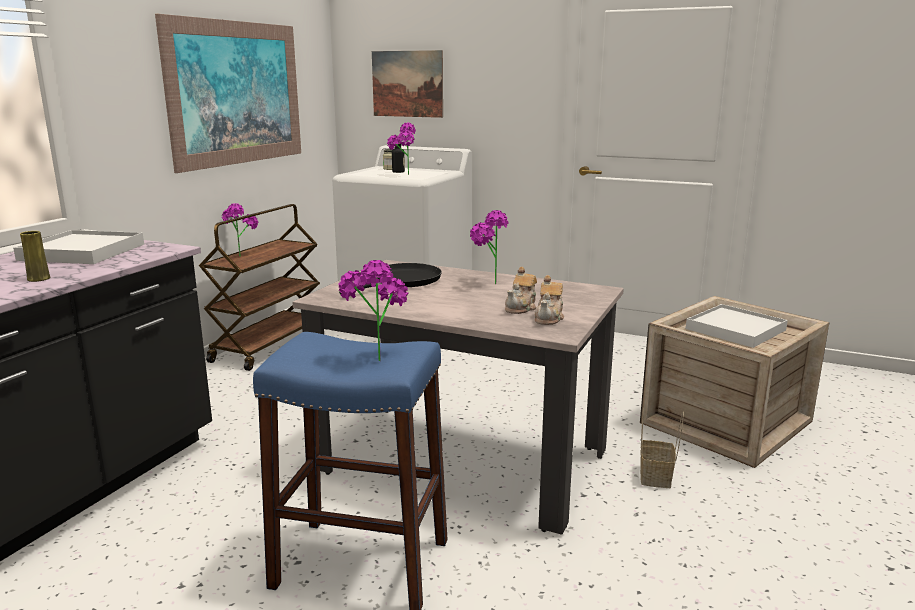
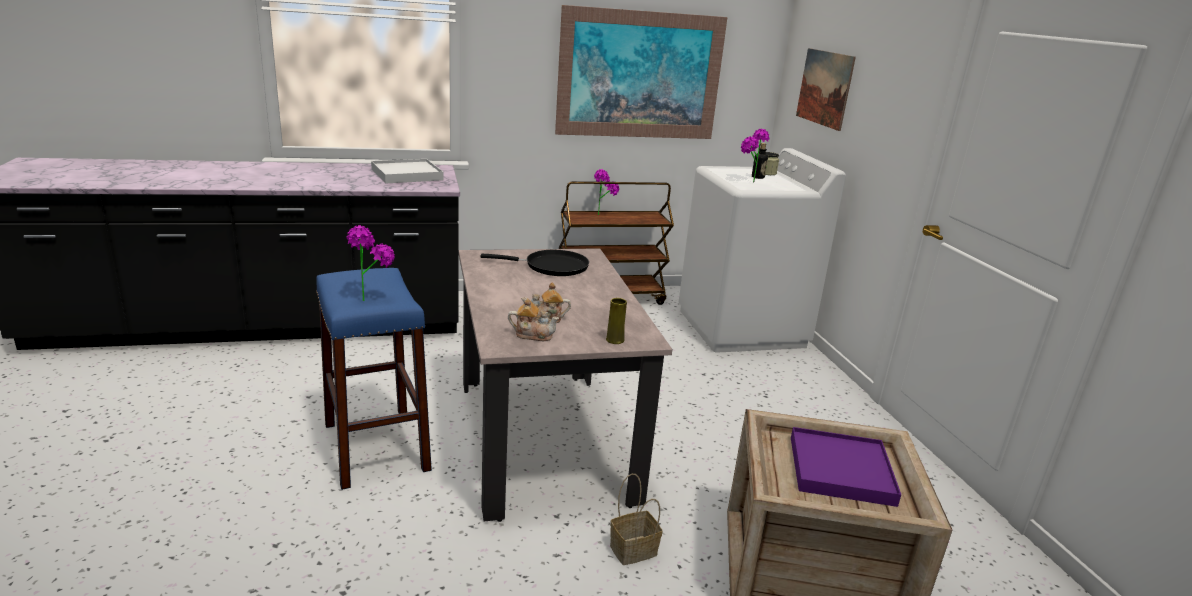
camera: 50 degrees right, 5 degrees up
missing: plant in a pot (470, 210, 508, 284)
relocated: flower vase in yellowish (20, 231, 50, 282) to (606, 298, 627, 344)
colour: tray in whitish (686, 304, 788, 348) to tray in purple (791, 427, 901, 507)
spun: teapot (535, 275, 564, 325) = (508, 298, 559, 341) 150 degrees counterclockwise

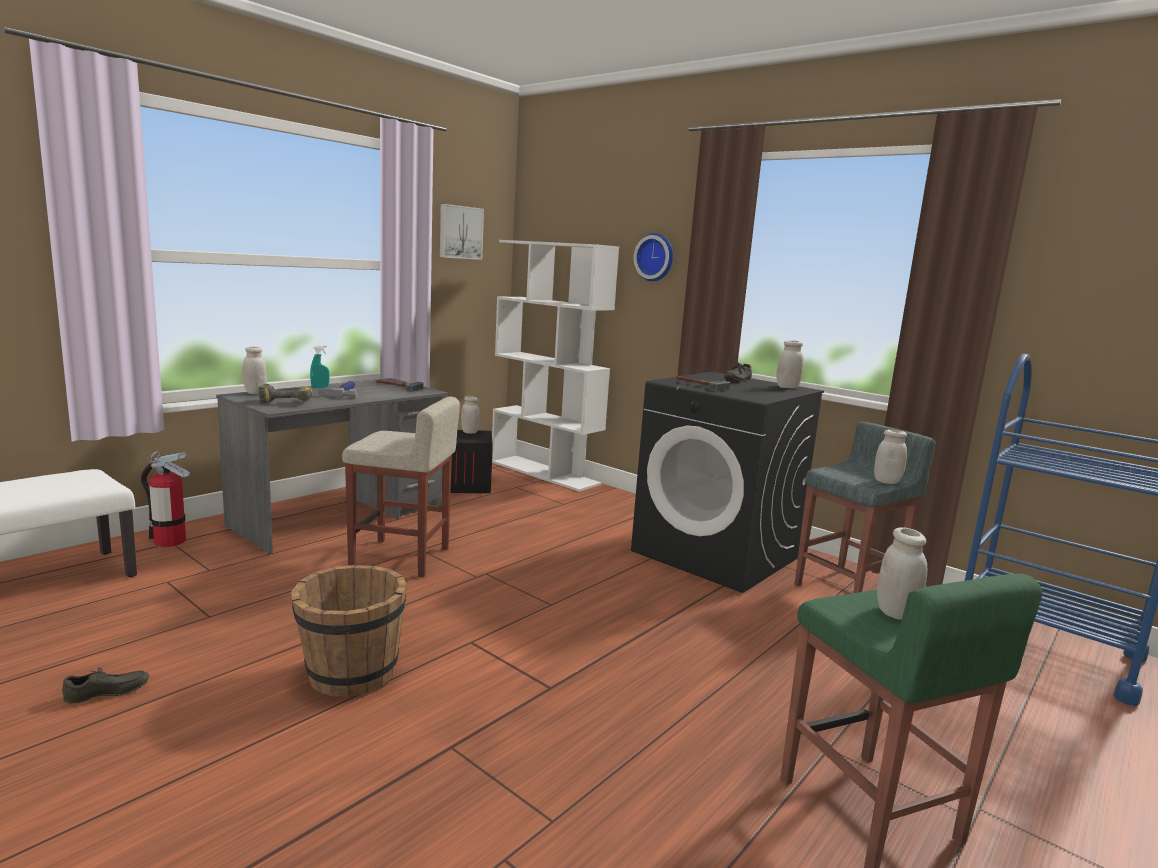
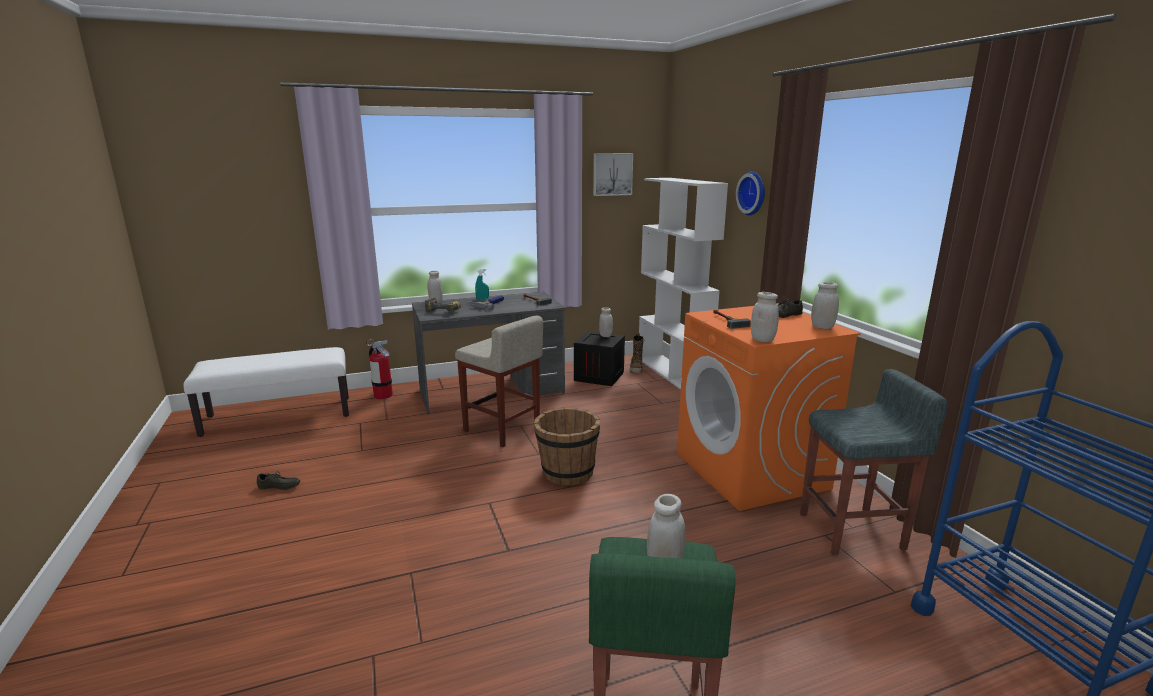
camera: 30 degrees right, 5 degrees up
appeared: tall boot (630, 333, 645, 373)
relocated: water bucket in brown (291, 565, 407, 697) to (534, 407, 600, 485); jar in whitish (874, 430, 907, 484) to (751, 292, 779, 342)
colour: laundry machine in black-coloured (631, 372, 824, 593) to laundry machine in orange-coloured (677, 303, 861, 511)

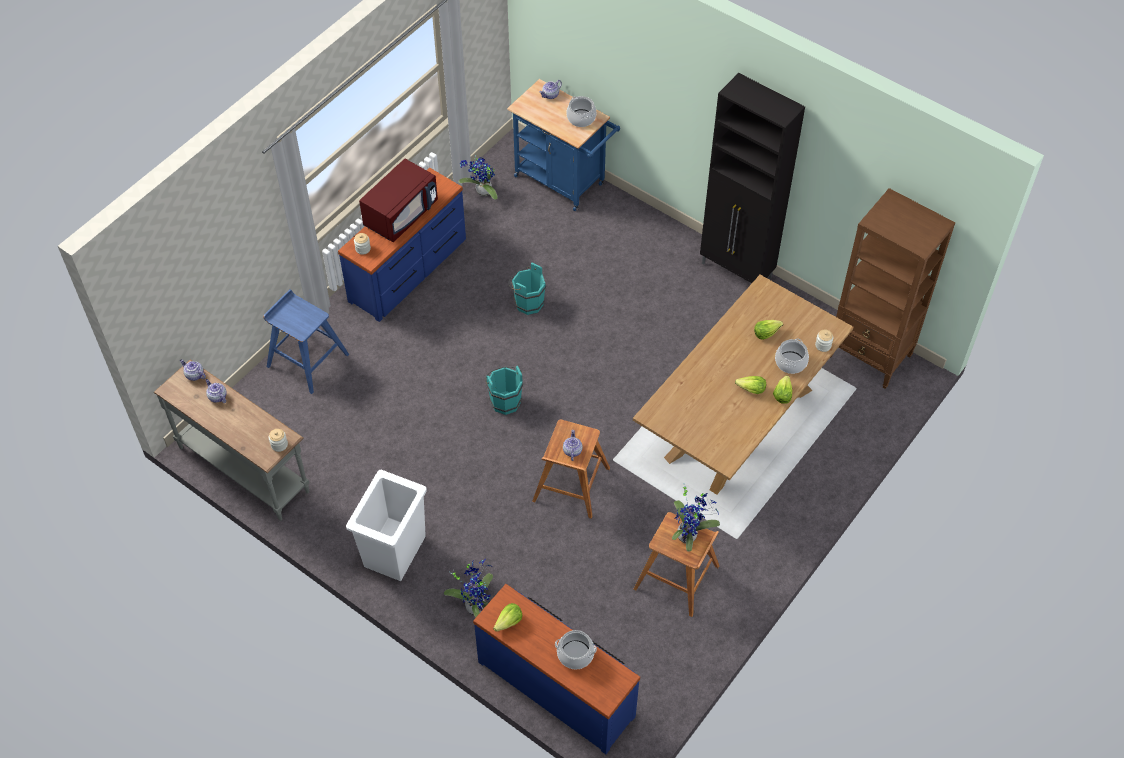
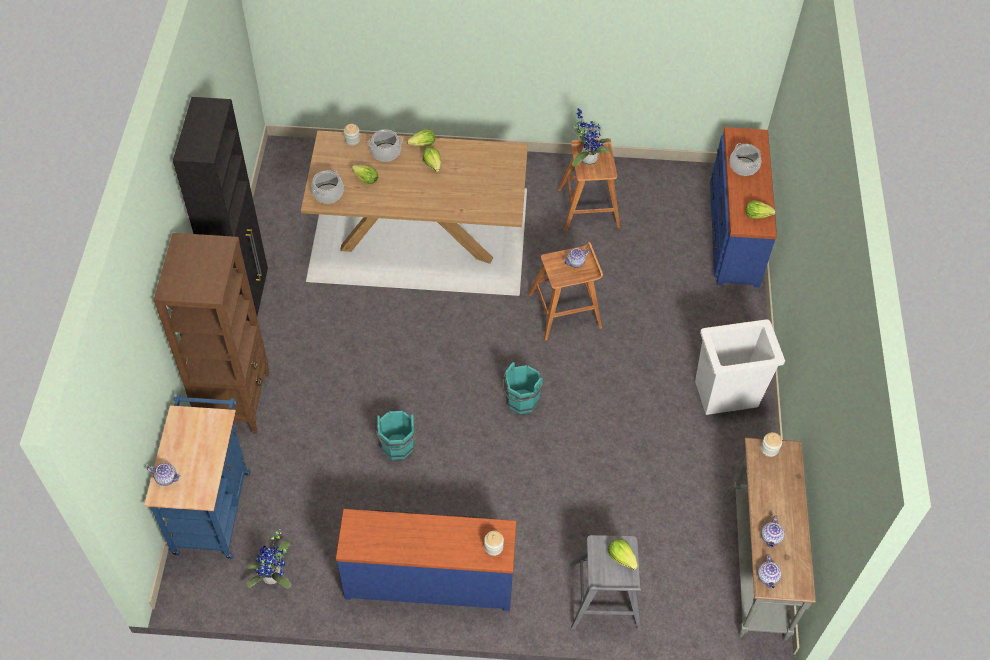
camera: 125 degrees left, 0 degrees up
missing: microwave in red-coloured (359, 159, 438, 242); plant in a pot (444, 559, 493, 617)
appeared: lettuce (608, 539, 638, 570)
relocated: cooking pot (566, 96, 596, 127) to (311, 170, 344, 204); shelving unit in brown (830, 188, 955, 389) to (154, 233, 269, 434)
colour: stool seat in blue-coloured (263, 289, 349, 394) to stool seat in greyish (570, 535, 642, 631)

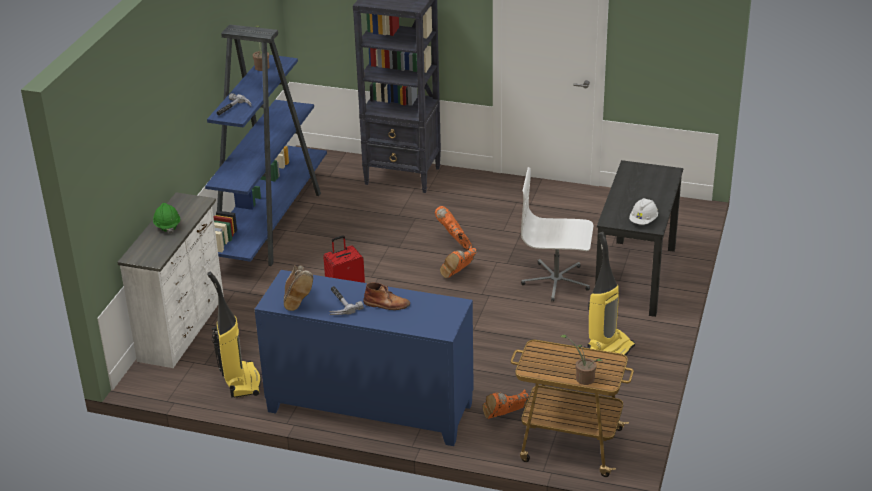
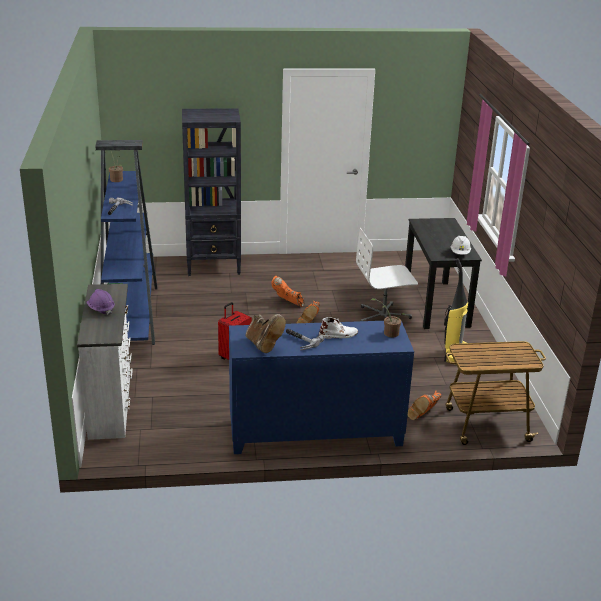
camera: 25 degrees left, 5 degrees down
missing: vacuum (207, 272, 261, 398)
relocated: plant in a pot (560, 335, 602, 385) to (371, 298, 407, 337)
colour: hard hat in green-coloured (153, 203, 180, 234) to hard hat in purple (87, 289, 115, 315); tall boot in brown (363, 282, 410, 310) to tall boot in whitish (319, 317, 358, 339)

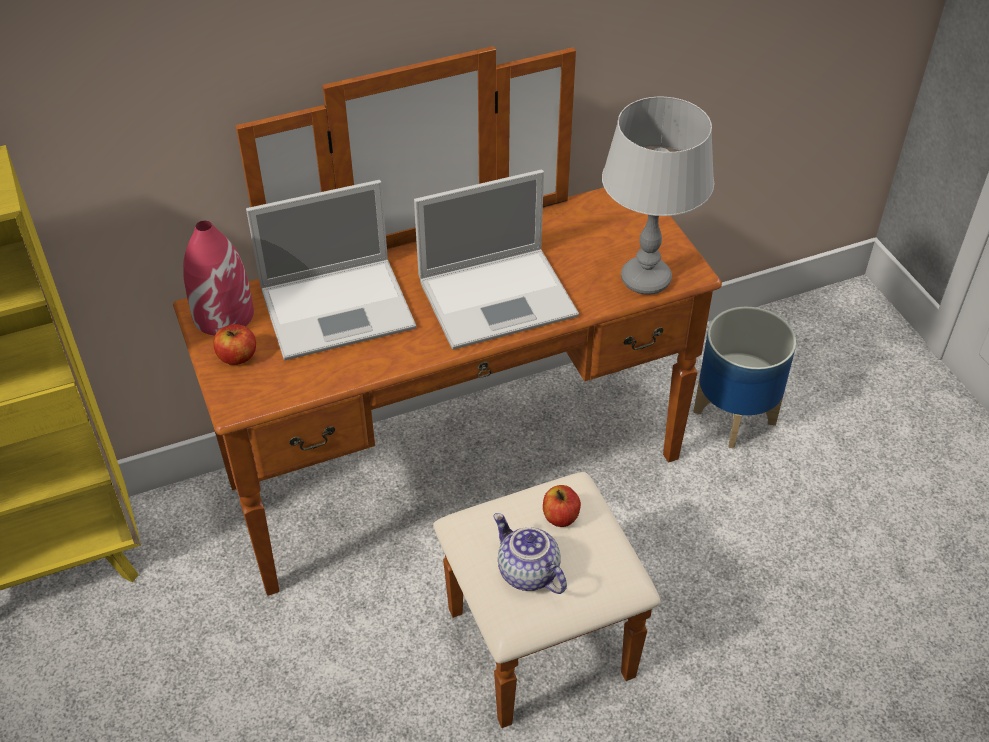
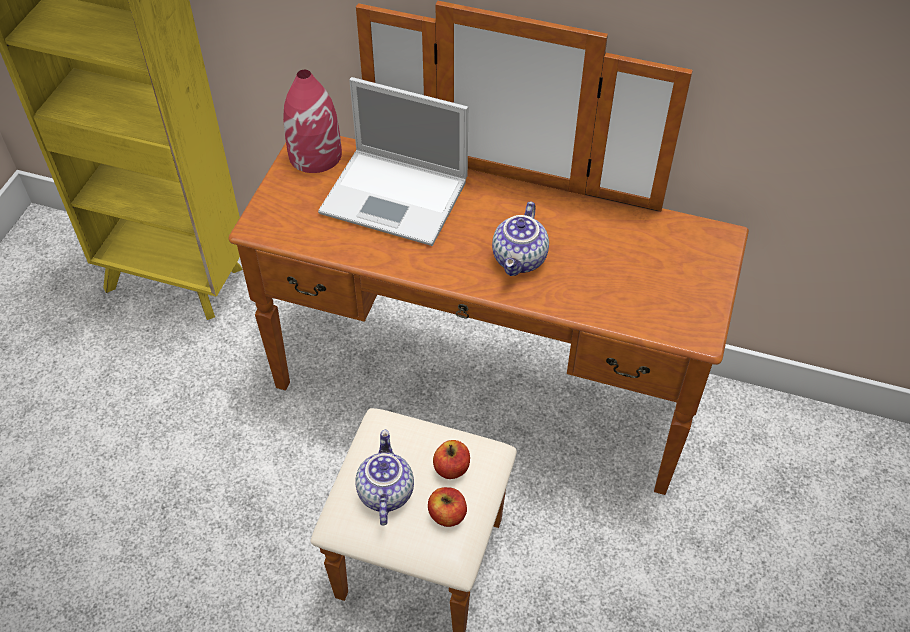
camera: 40 degrees right, 5 degrees up
missing: tabletop lamp in greyish (602, 97, 714, 295); planter (693, 307, 796, 449)
relocated: apple fruit (213, 324, 256, 365) to (428, 487, 467, 527)
exchanged: portable computer (414, 170, 579, 350) to teapot (492, 201, 549, 276)

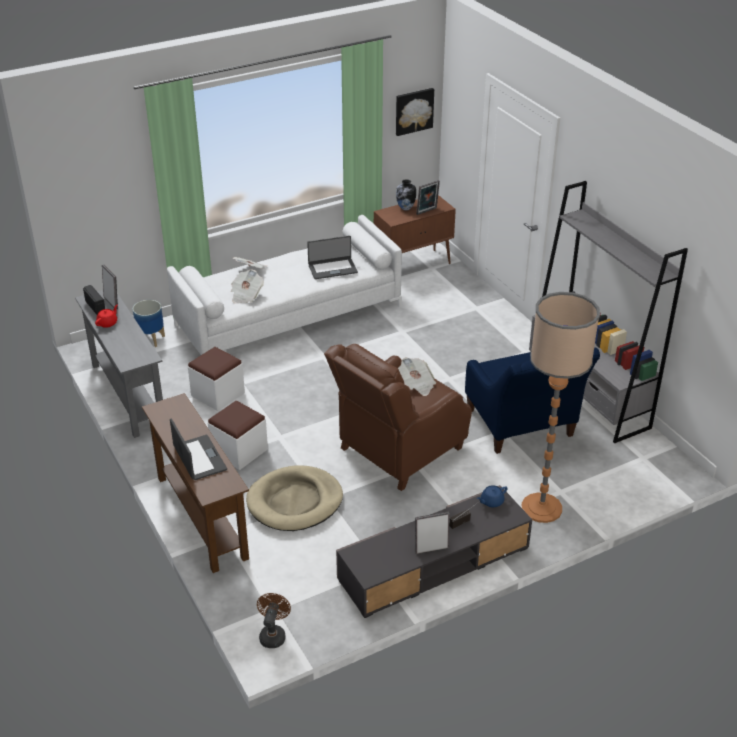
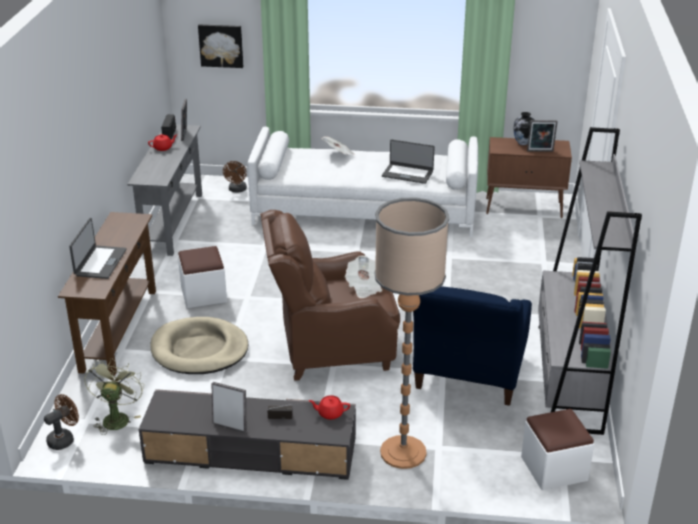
camera: 35 degrees right, 5 degrees down
missing: daily paper (231, 270, 264, 304)
appeared: fan in green-coloured (84, 358, 144, 435)
relocated: pouffe in whitish (188, 347, 245, 411) to (521, 409, 594, 490); wall picture (396, 88, 434, 136) to (198, 24, 243, 68)
exchanged: planter (133, 300, 165, 347) to fan in brown (223, 161, 247, 192)
colour: teapot in blue-coloured (477, 485, 508, 507) to teapot in red-coloured (309, 395, 350, 420)

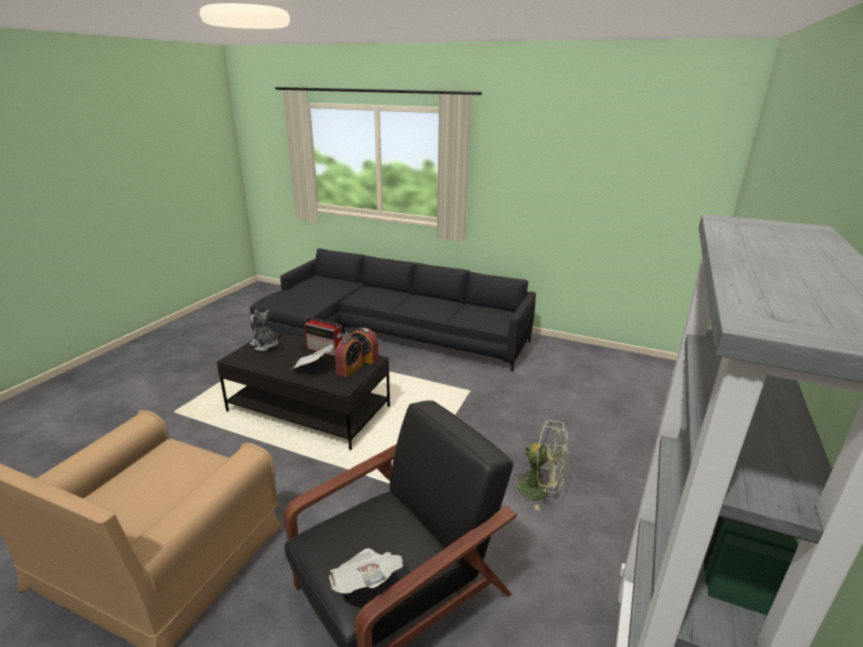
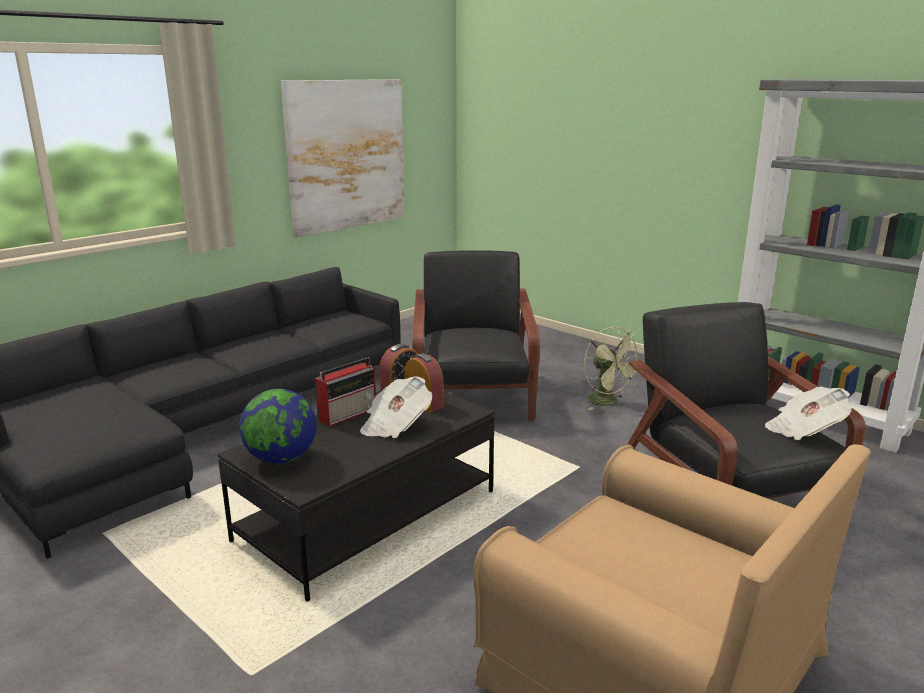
camera: 70 degrees left, 5 degrees down
appeared: wall picture (281, 79, 405, 238); easy chair in black-coloured (412, 250, 540, 421)
exchanged: soft toy (250, 309, 278, 351) to world globe (239, 389, 316, 464)
spun: fan in green-coloured (512, 420, 568, 510) = (584, 327, 644, 410) 105 degrees clockwise

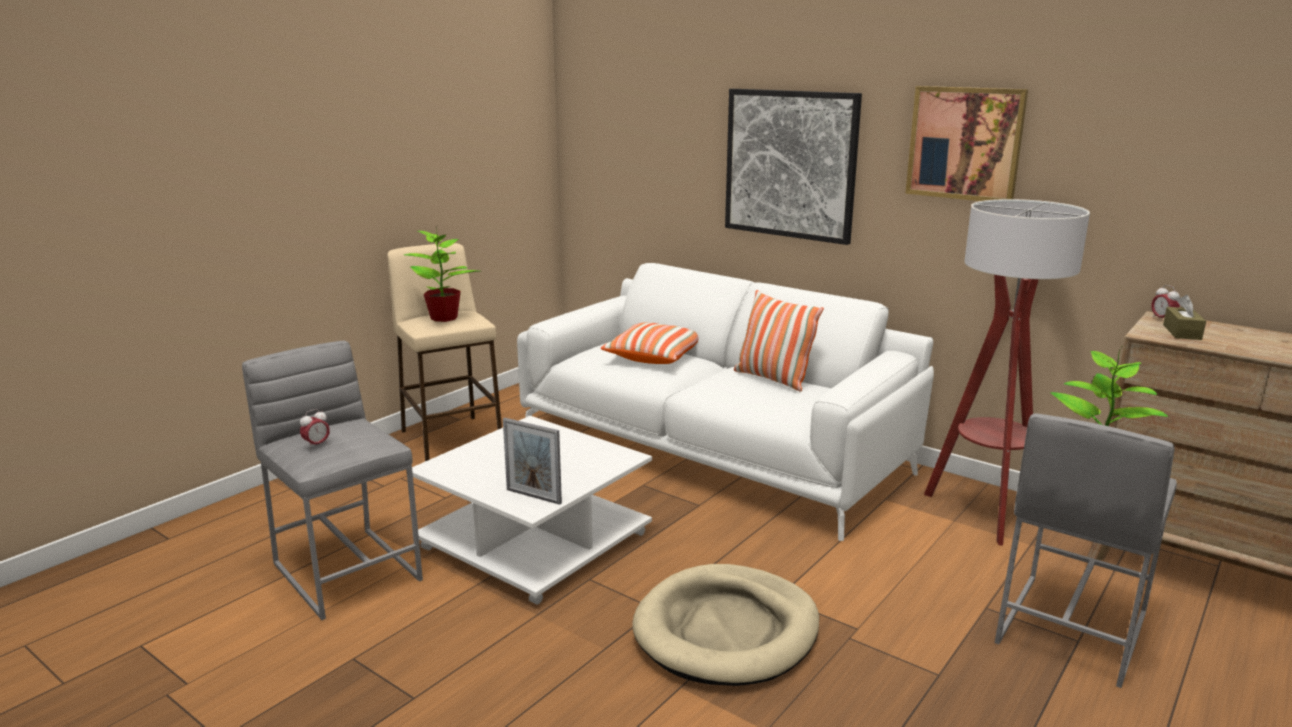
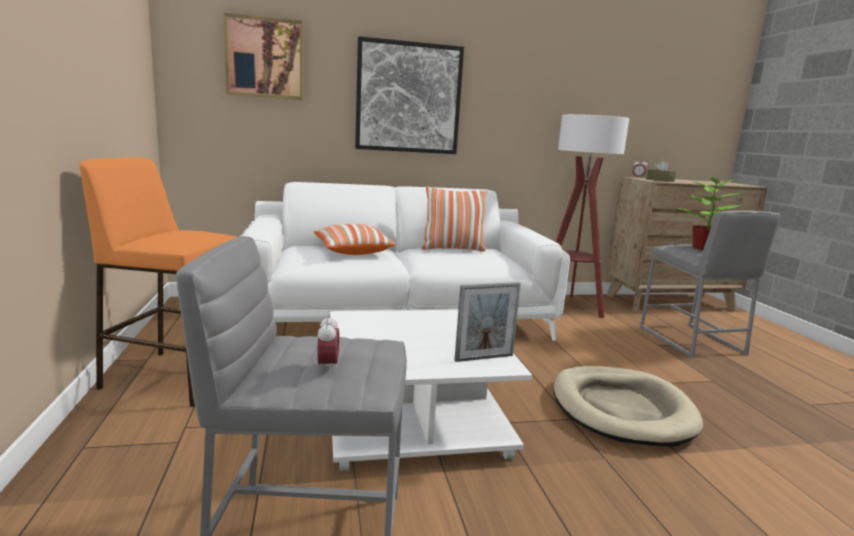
camera: 50 degrees left, 5 degrees down
missing: plant in a pot (404, 228, 479, 322)
relocated: wall picture (905, 86, 1028, 201) to (223, 13, 303, 100)
colour: stool seat in beige-coloured (387, 243, 502, 461) to stool seat in orange-coloured (80, 157, 237, 407)

